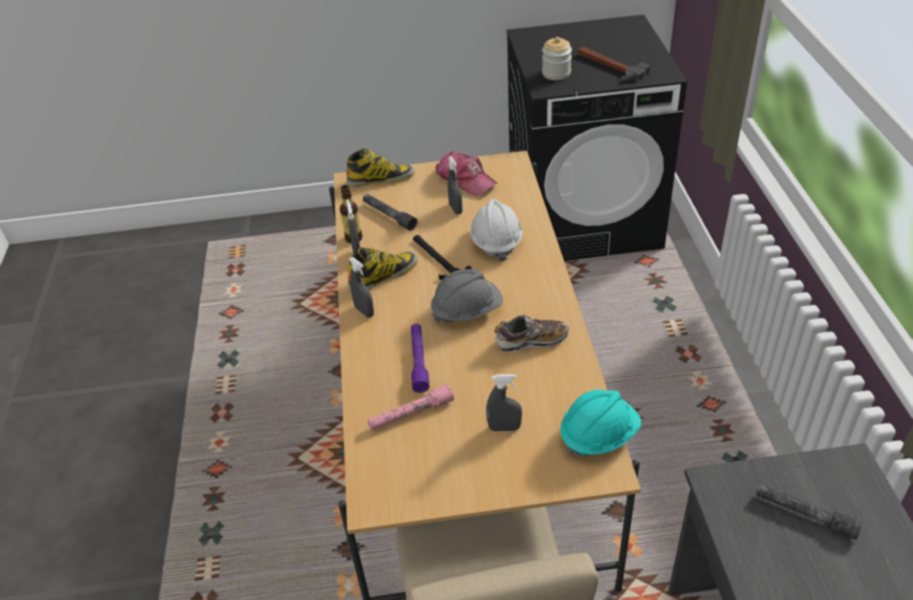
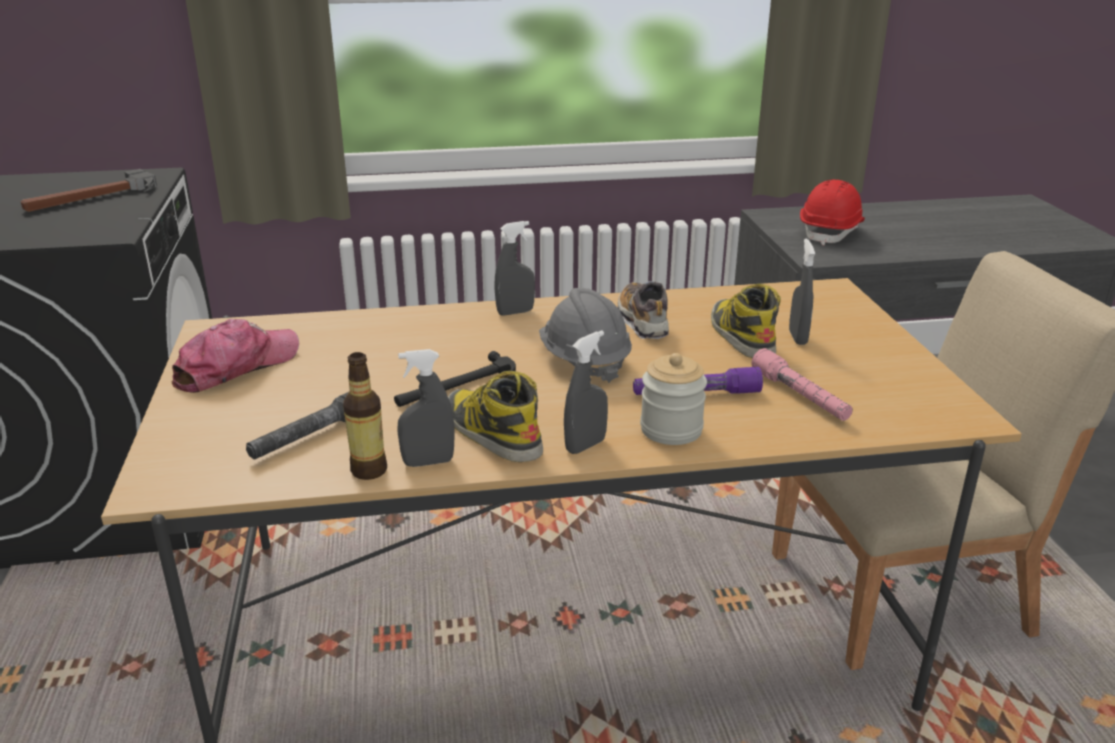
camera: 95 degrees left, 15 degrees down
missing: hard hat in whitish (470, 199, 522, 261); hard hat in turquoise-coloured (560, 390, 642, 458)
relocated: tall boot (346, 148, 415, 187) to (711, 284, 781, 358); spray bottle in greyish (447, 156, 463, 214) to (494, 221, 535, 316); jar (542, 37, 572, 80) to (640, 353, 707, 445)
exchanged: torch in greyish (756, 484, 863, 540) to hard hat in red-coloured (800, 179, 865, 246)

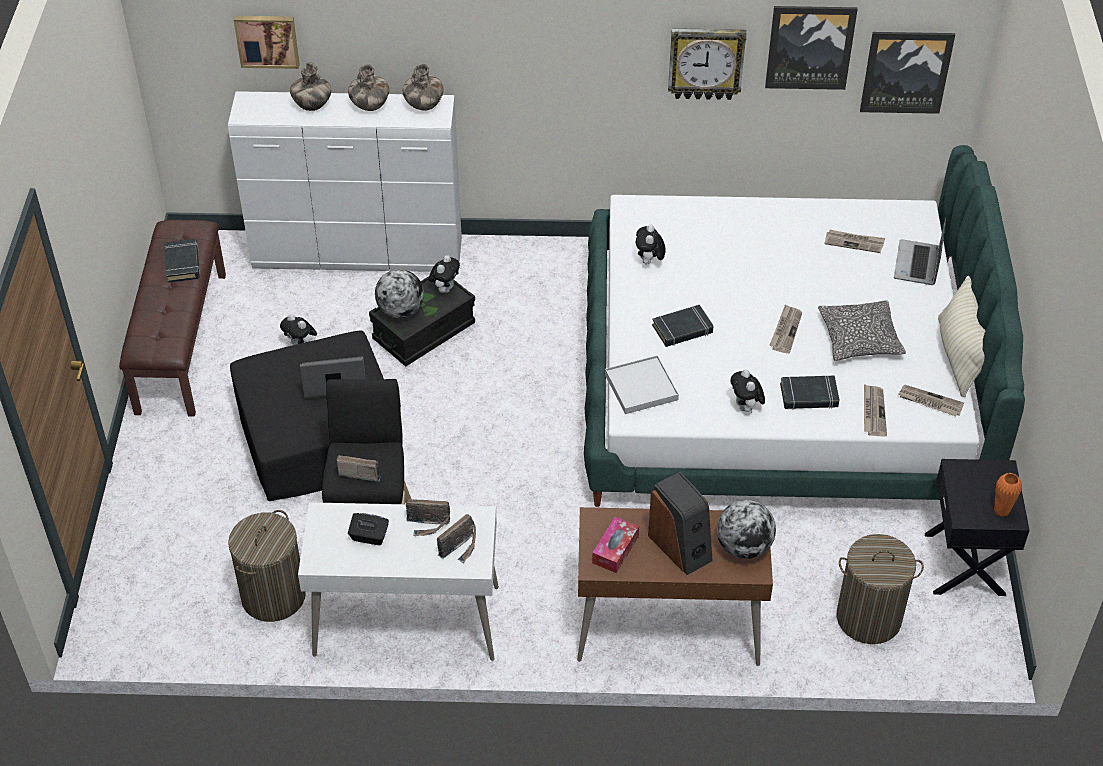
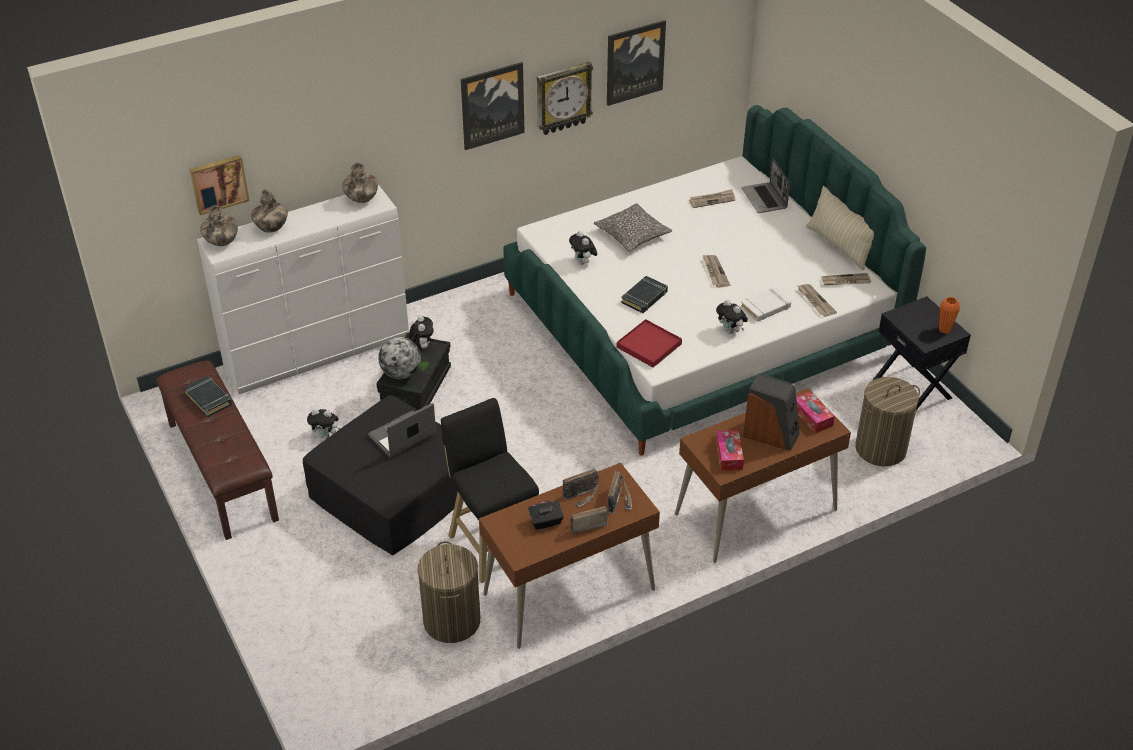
camera: 30 degrees left, 5 degrees down
relocated: radio (336, 455, 381, 482) to (569, 506, 608, 534); flower vase (348, 64, 389, 111) to (200, 205, 238, 246); pillow (818, 300, 906, 361) to (594, 203, 672, 252); wall picture (860, 32, 955, 114) to (461, 62, 525, 150)
exchanged: world globe (717, 500, 776, 559) to box of tissues (796, 391, 835, 433)
colour: desk in whitish (298, 502, 499, 661) to desk in brown (479, 463, 660, 649); tray in whitish (605, 355, 679, 414) to tray in red-coloured (617, 319, 682, 367); volume in black-coloured (780, 376, 839, 410) to volume in whitish (741, 287, 791, 322)

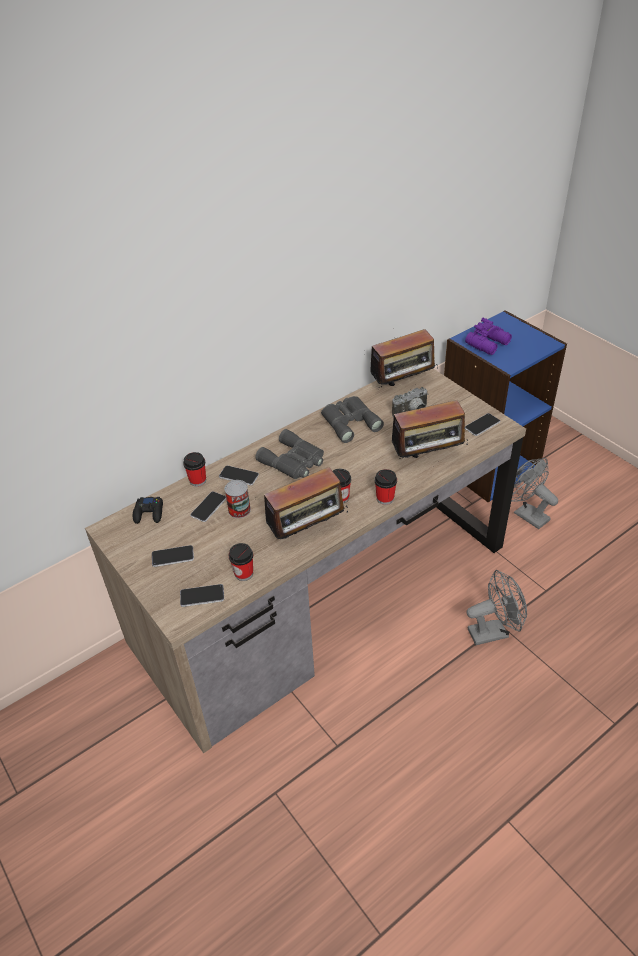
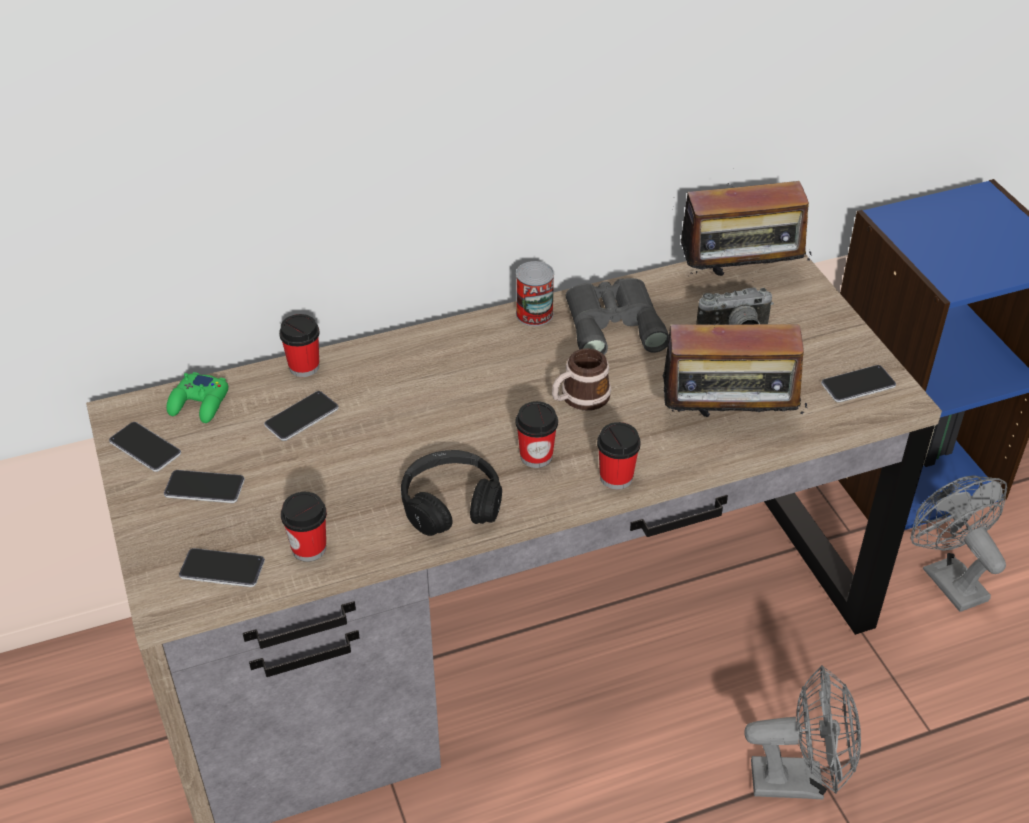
camera: 15 degrees right, 0 degrees up
missing: field glasses in greyish (255, 429, 324, 479); field glasses in purple (465, 318, 512, 355)
appeared: tea mug (552, 348, 611, 411)
relocated: handset (219, 465, 259, 486) to (109, 422, 181, 472); sealed can (225, 480, 251, 518) to (516, 261, 554, 326)
exchanged: radio (264, 467, 348, 539) to headphones in black-coloured (401, 450, 502, 536)
colour: joypad in black-coloured (133, 497, 163, 524) to joypad in green-coloured (166, 372, 228, 423)

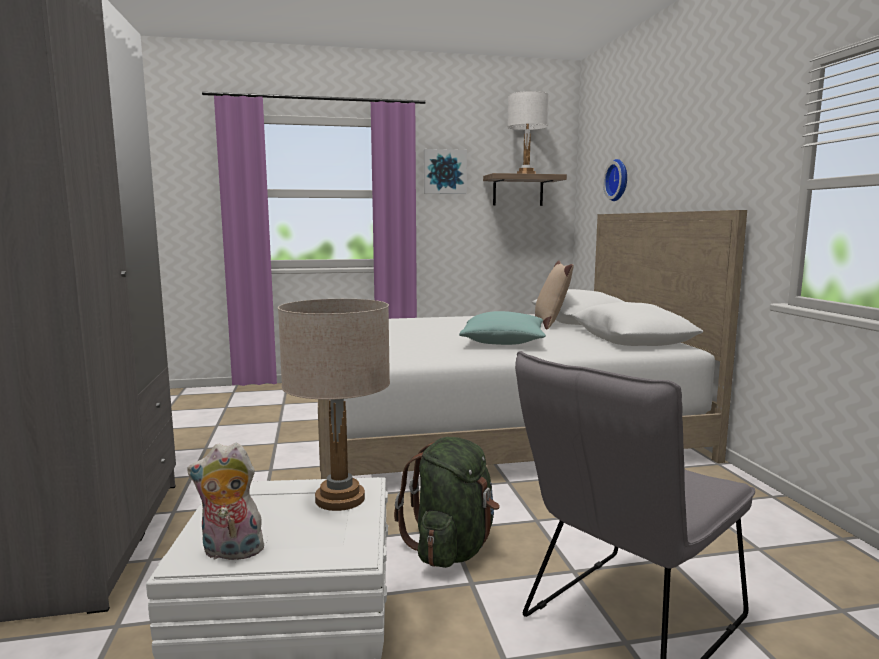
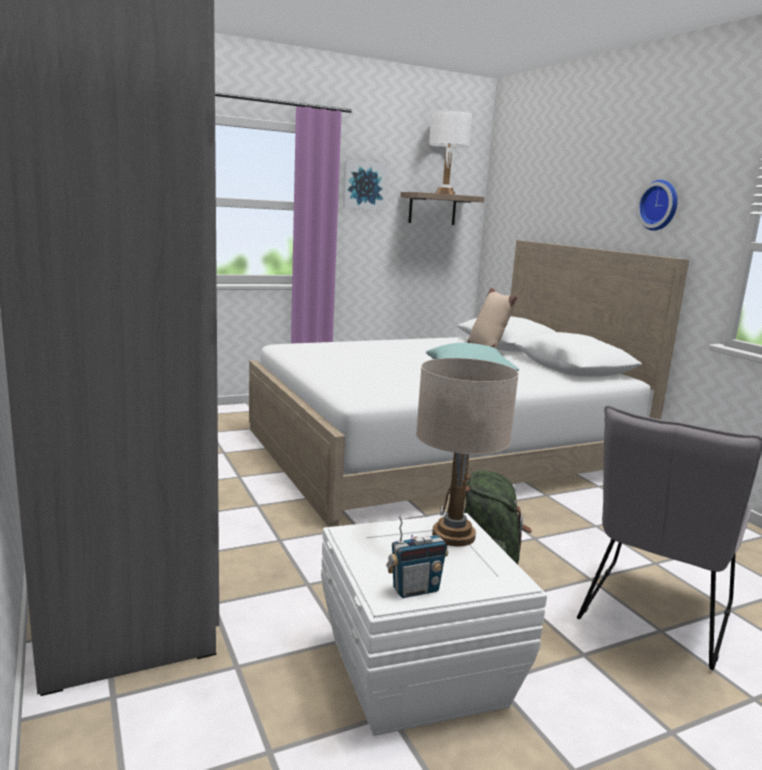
camera: 15 degrees left, 5 degrees up
relocated: clock on the wall (603, 159, 627, 201) to (636, 180, 678, 231)
exchanged: soft toy (187, 442, 270, 560) to radio (386, 515, 448, 598)

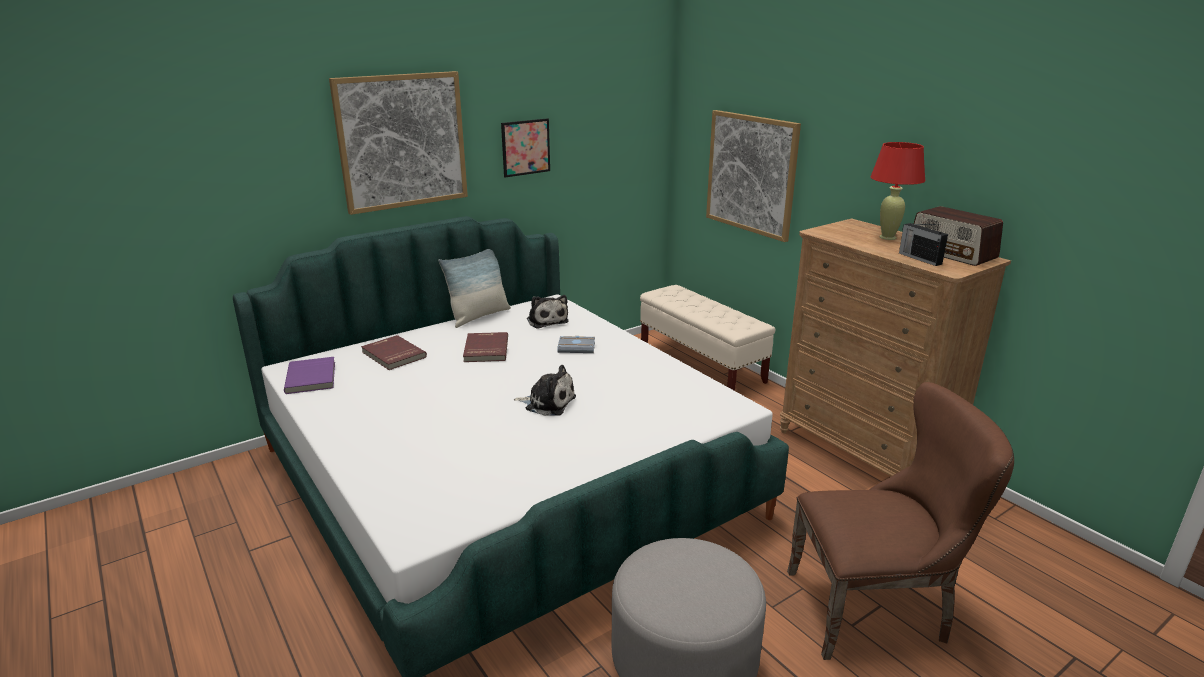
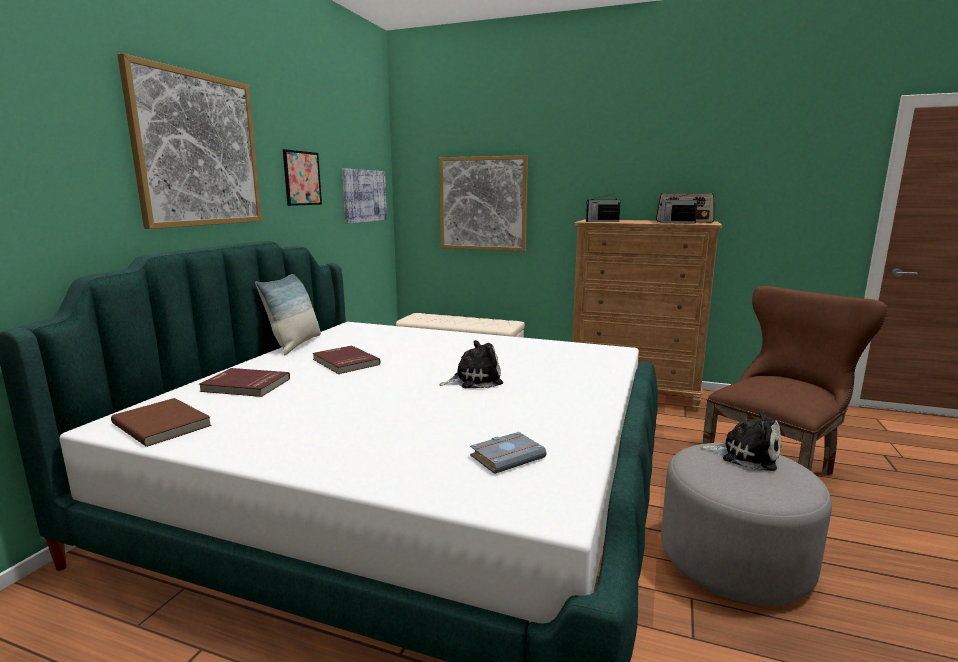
camera: 35 degrees left, 10 degrees down
missing: tabletop lamp in red-coloured (871, 142, 925, 240)
appeared: wall picture (342, 168, 387, 224); radio (586, 193, 621, 222)
relocated: soft toy (527, 295, 569, 329) to (700, 411, 782, 471); volume in greyish (557, 336, 595, 353) to (470, 432, 546, 474)
colour: volume in purple (284, 357, 335, 394) to volume in brown (111, 398, 212, 447)

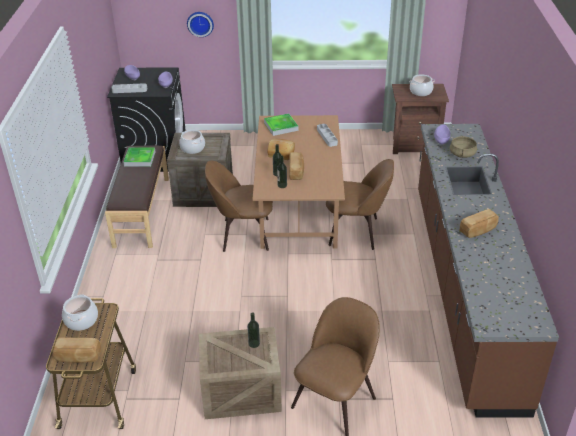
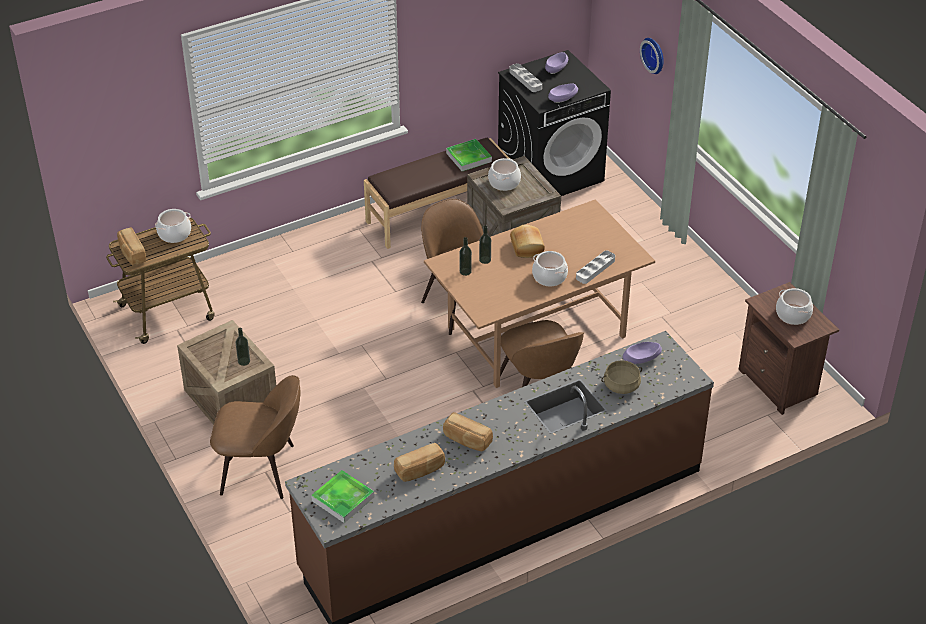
camera: 60 degrees right, 5 degrees up
appeared: cooking pot (532, 251, 568, 286)
relocated: tray (264, 114, 298, 136) to (311, 470, 375, 523); bakery bread (289, 152, 304, 180) to (394, 443, 445, 482)

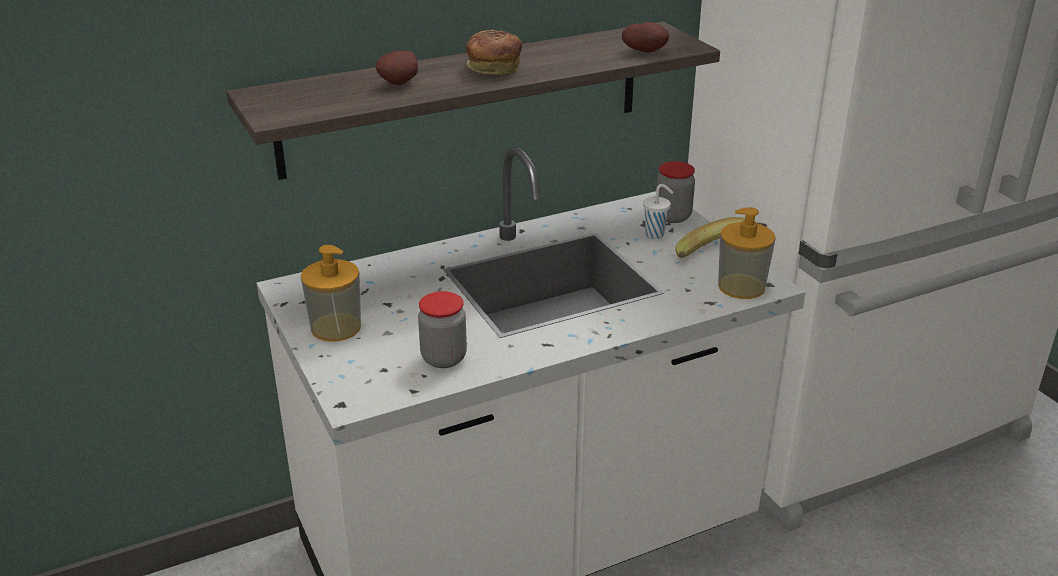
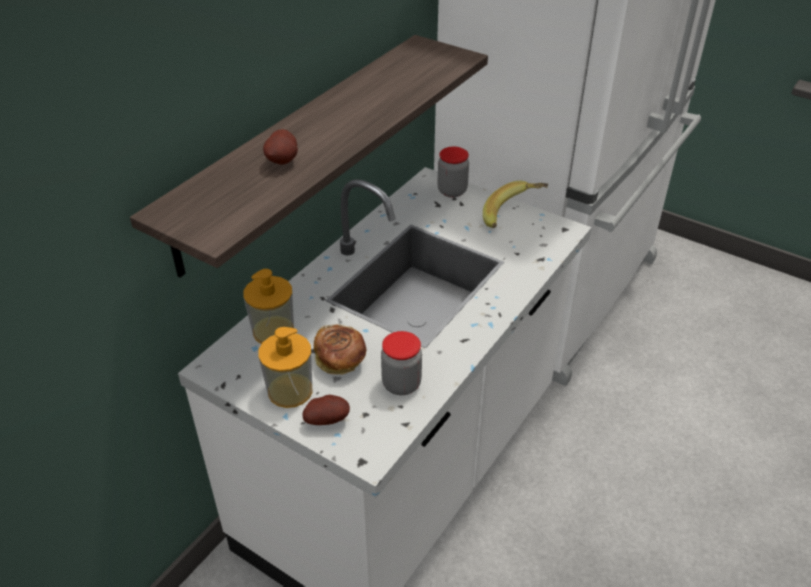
camera: 30 degrees left, 10 degrees up
missing: drinking cup in whitish (643, 184, 674, 239)
relocated: bakery bread (466, 29, 522, 75) to (313, 324, 366, 375); spud (622, 22, 669, 52) to (302, 395, 350, 425); liquid soap bottle (718, 207, 776, 299) to (243, 269, 294, 344)

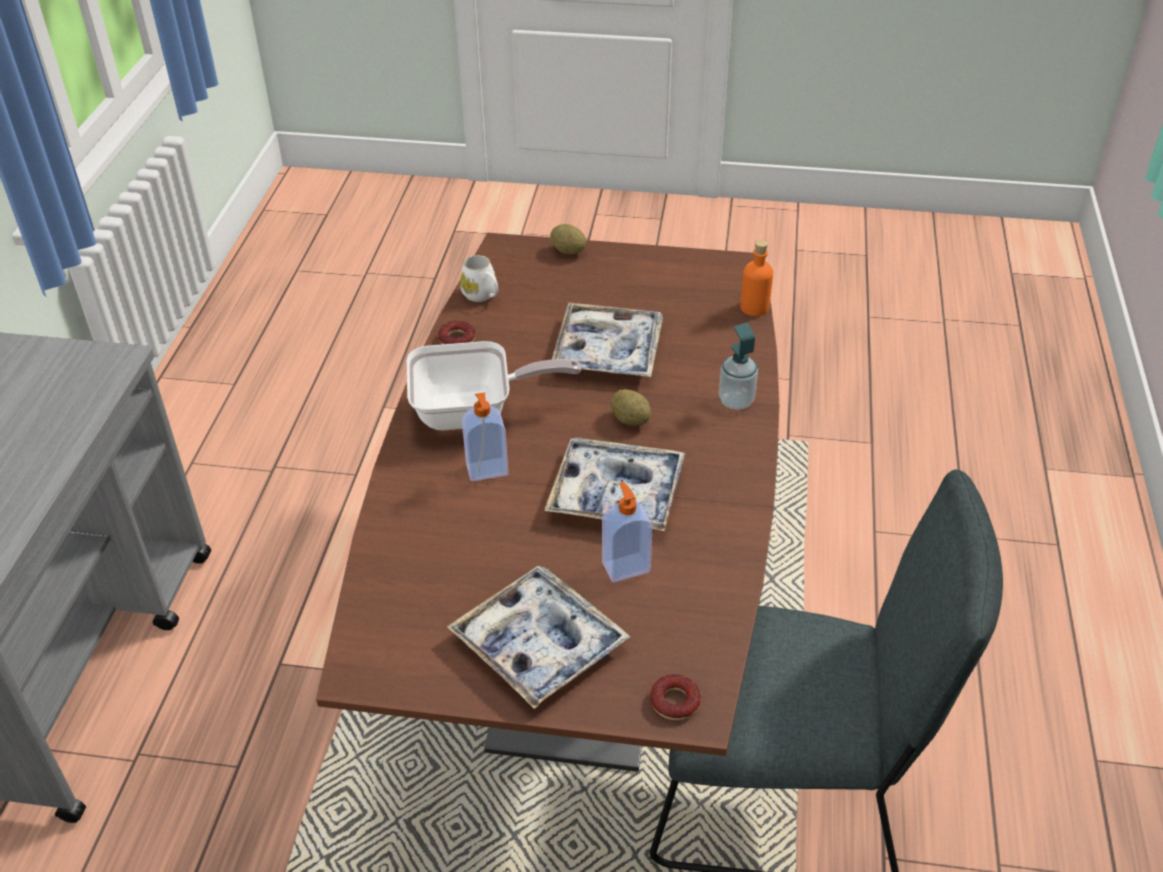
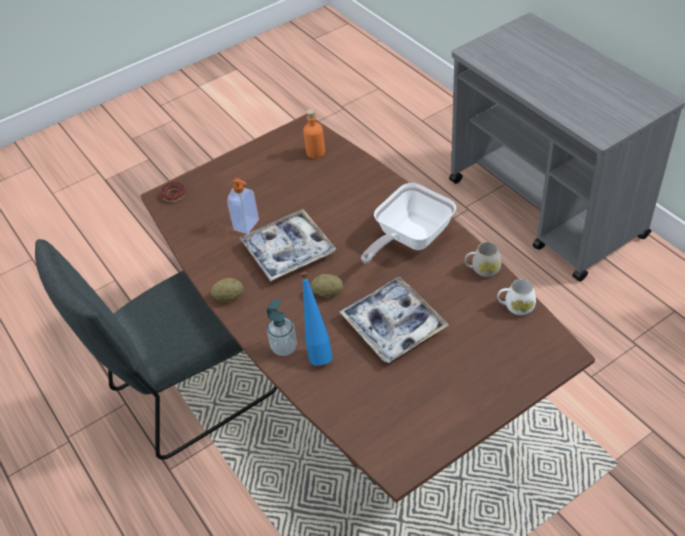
camera: 140 degrees right, 5 degrees up
missing: tray (447, 566, 630, 709); liquid soap bottle (462, 392, 508, 481)
appeared: beverage bottle in blue-coloured (300, 271, 333, 365)
relocated: spud (550, 224, 586, 254) to (211, 278, 243, 302); beverage bottle in orange-coloured (740, 239, 773, 316) to (303, 109, 325, 158)
exchanged: donut (438, 321, 475, 344) to tea mug in whitish (465, 242, 501, 277)

